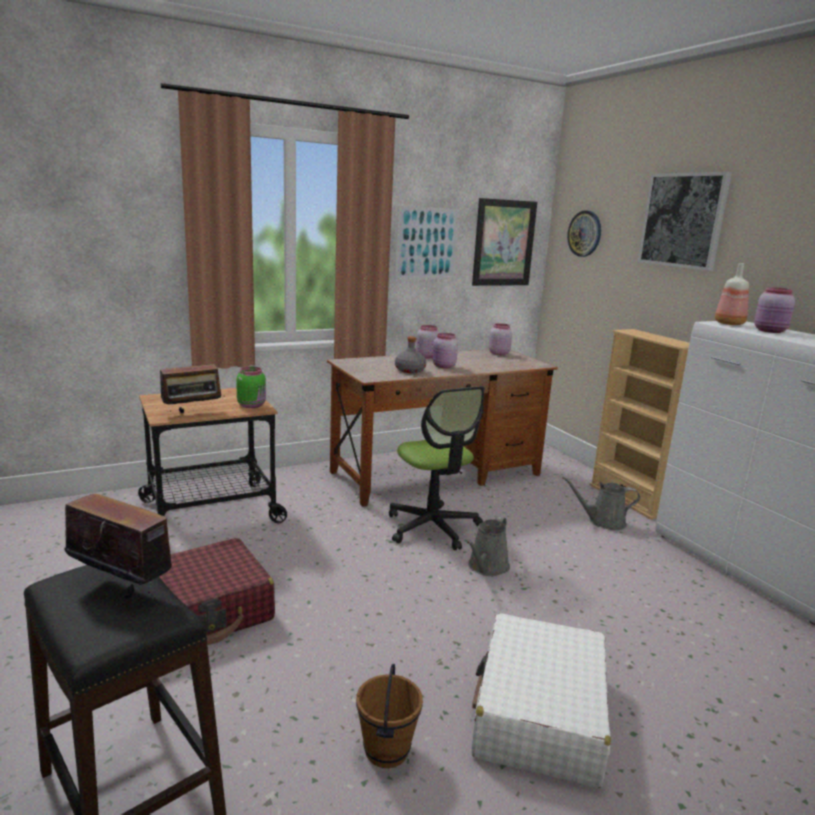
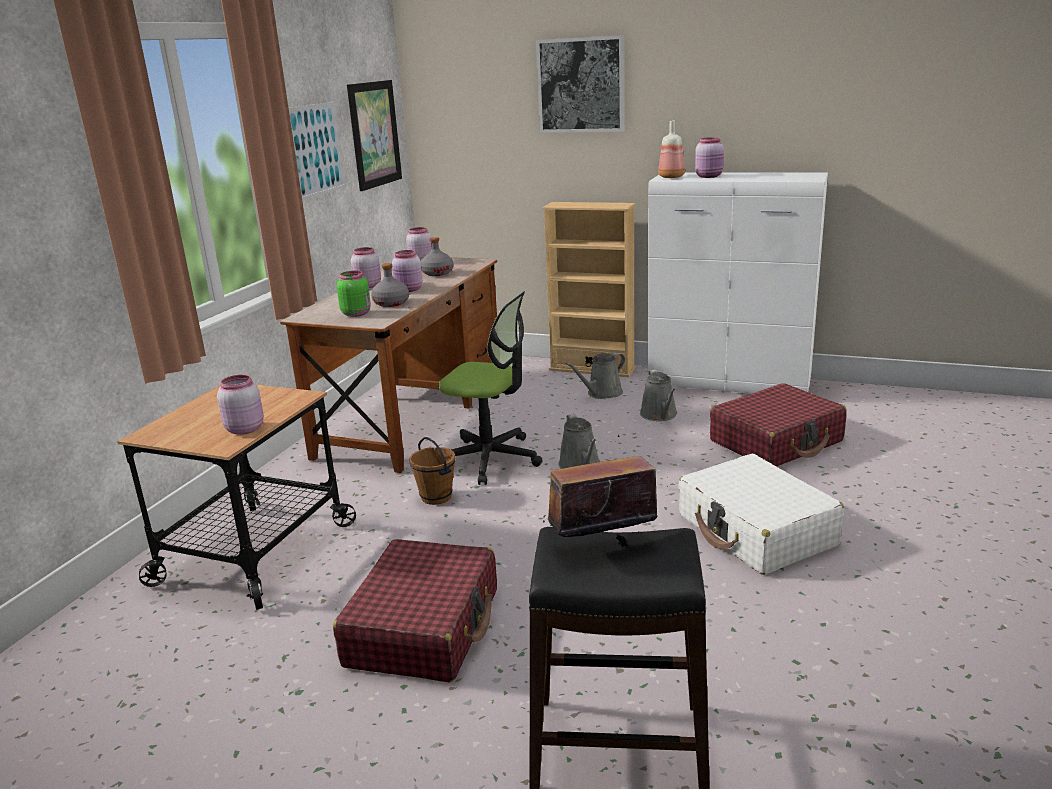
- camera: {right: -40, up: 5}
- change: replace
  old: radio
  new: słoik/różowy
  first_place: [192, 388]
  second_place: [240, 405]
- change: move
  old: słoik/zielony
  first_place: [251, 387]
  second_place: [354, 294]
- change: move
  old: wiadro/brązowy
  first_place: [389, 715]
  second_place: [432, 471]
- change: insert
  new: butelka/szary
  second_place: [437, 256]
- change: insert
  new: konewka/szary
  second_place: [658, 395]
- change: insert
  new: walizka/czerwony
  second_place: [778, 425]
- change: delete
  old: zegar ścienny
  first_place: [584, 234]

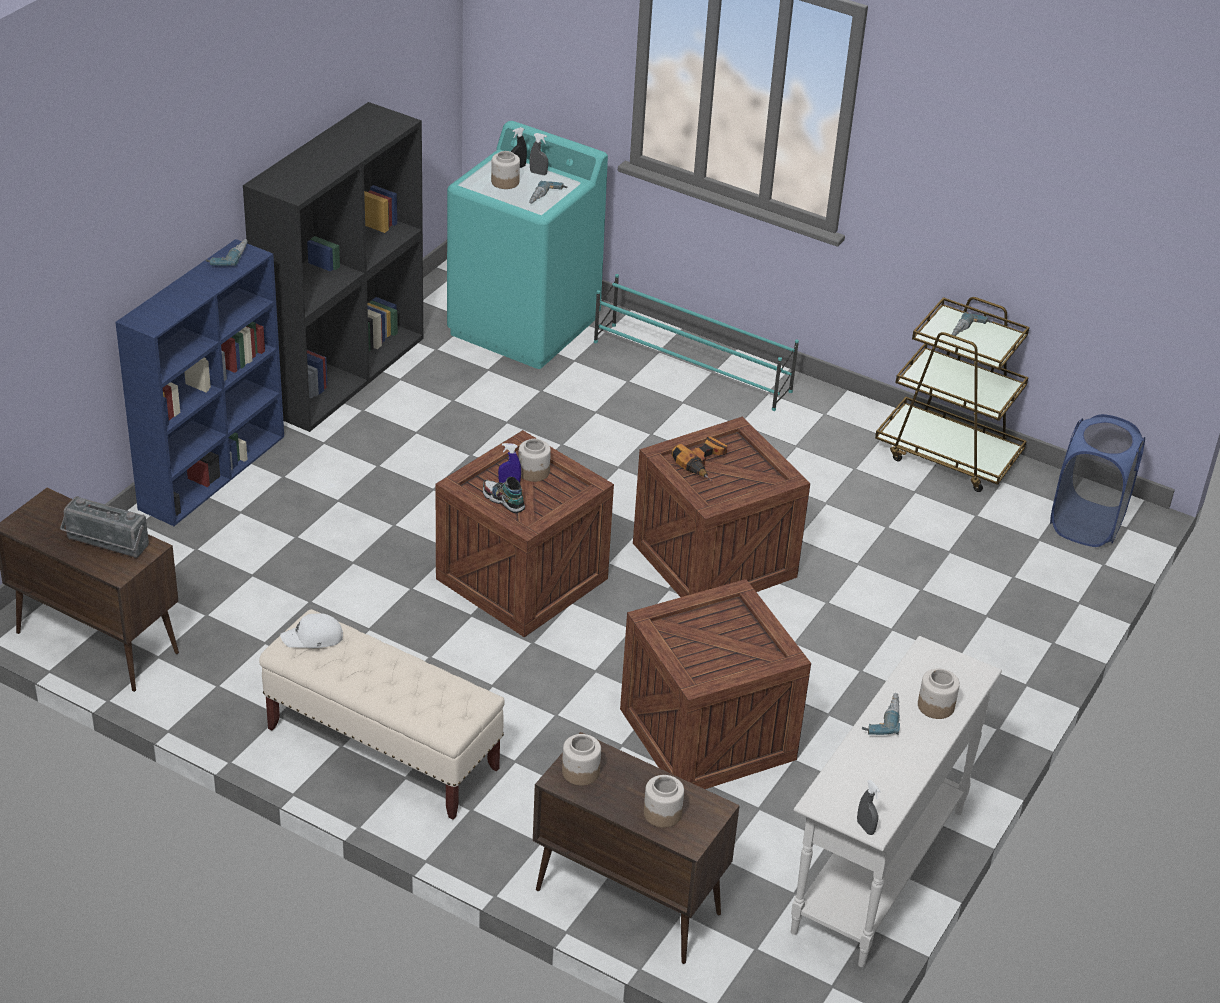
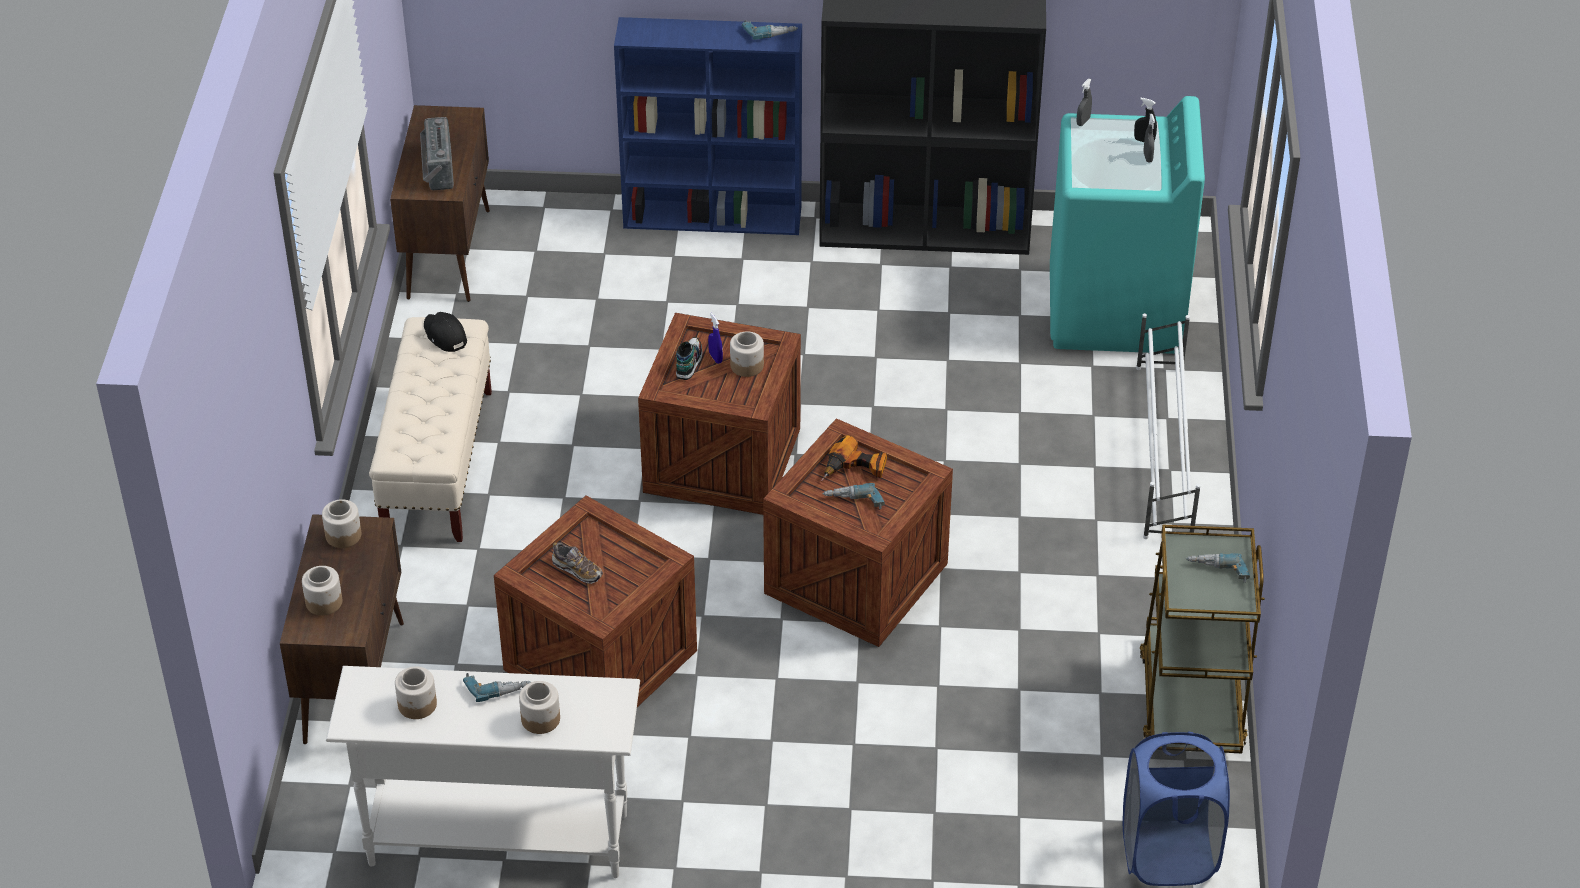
- camera: {right: 65, up: 5}
- change: move
  old: słoik
  first_place: [505, 170]
  second_place: [416, 692]
- change: recolor
  old: czapka z daszkiem/biały
  new: czapka z daszkiem/czarny
  first_place: [311, 630]
  second_place: [445, 332]
- change: insert
  new: but
  second_place: [577, 563]
- change: move
  old: wiertarka
  first_place: [548, 192]
  second_place: [854, 496]
- change: move
  old: spryskiwacz/szary
  first_place: [869, 807]
  second_place: [1084, 102]
- change: recolor
  old: regał na buty/turkusowy
  new: regał na buty/biały
  first_place: [696, 342]
  second_place: [1168, 426]

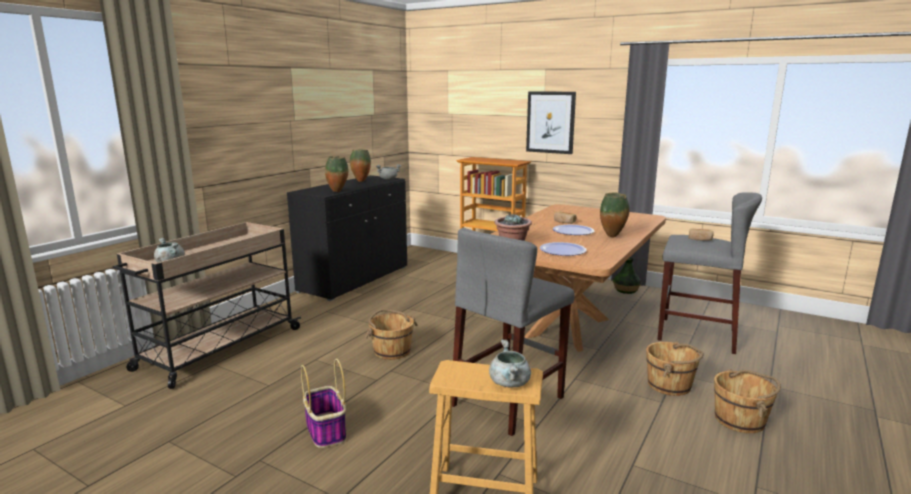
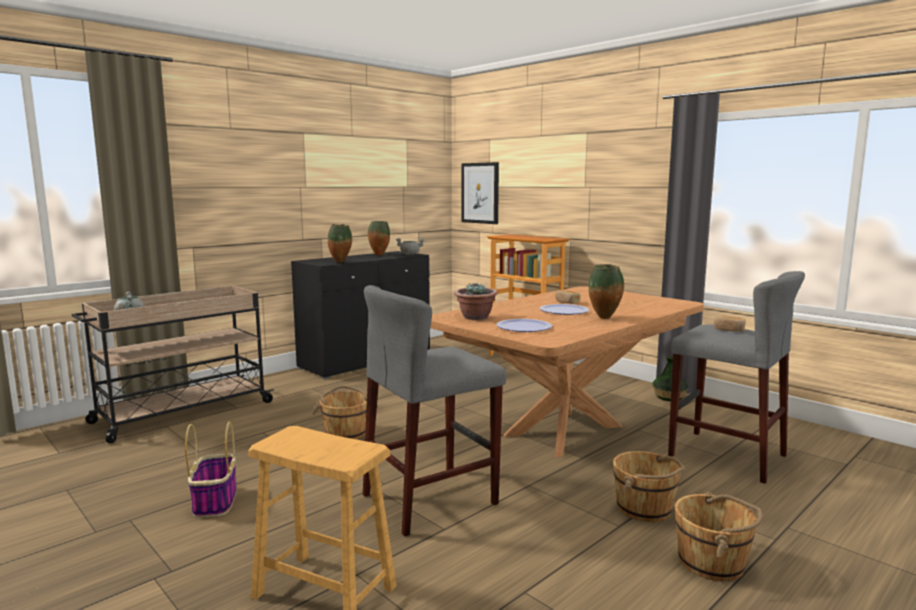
- camera: {right: 15, up: -5}
- change: move
  old: obraz
  first_place: [551, 122]
  second_place: [480, 193]
- change: delete
  old: garnek/szary
  first_place: [510, 363]

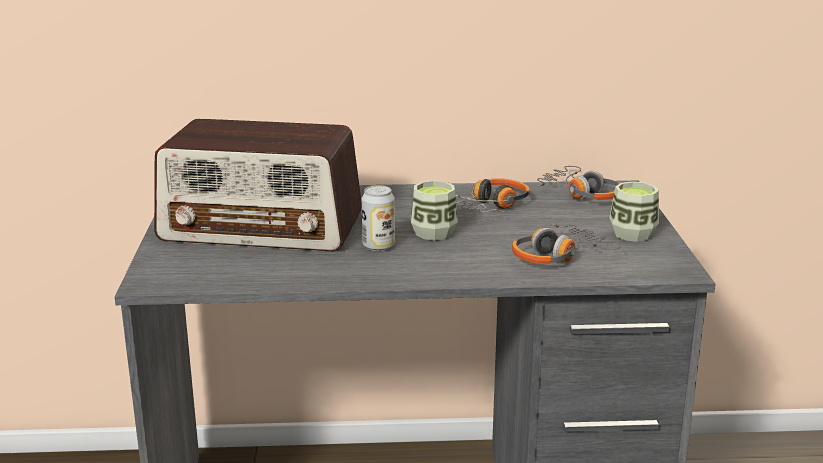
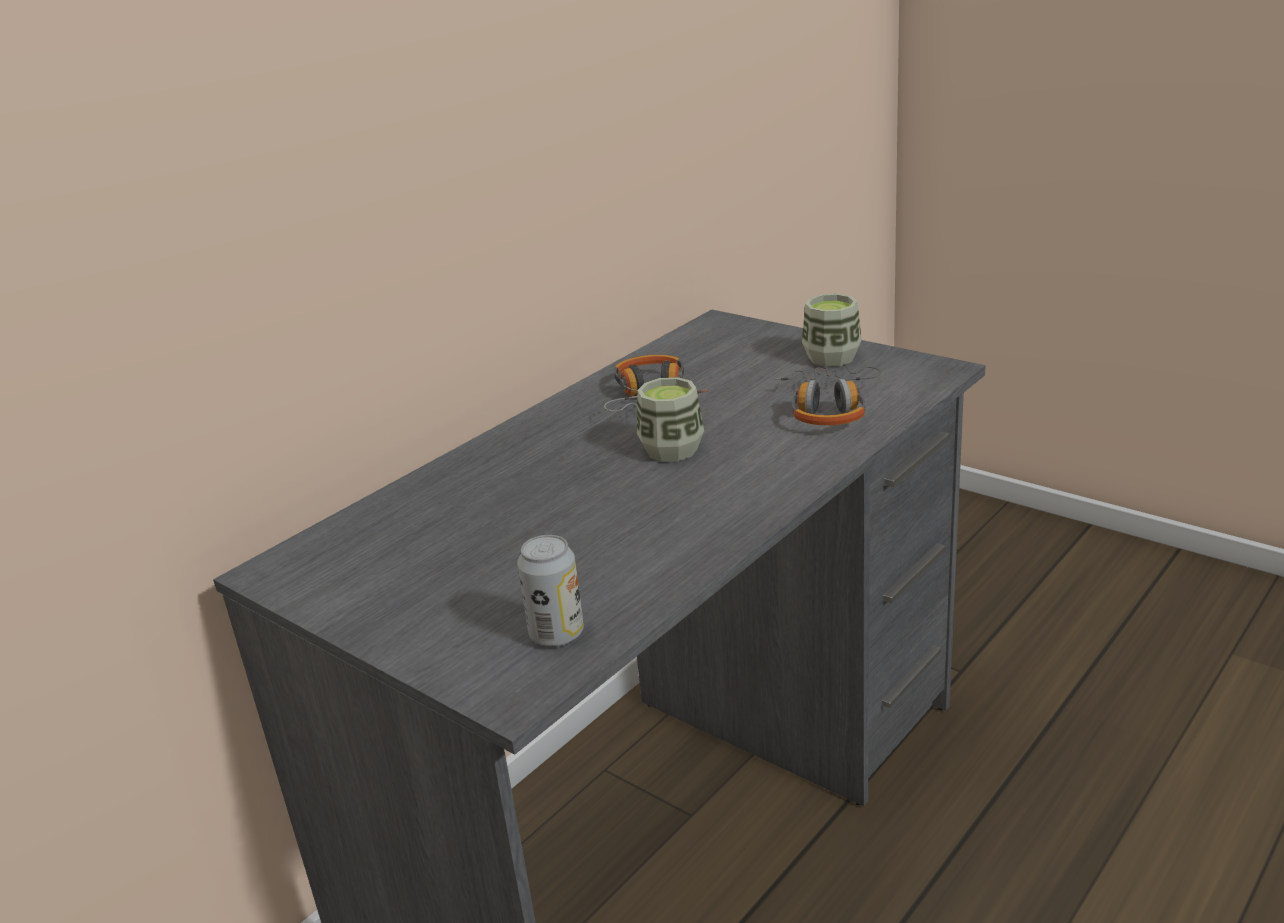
- camera: {right: -45, up: 5}
- change: move
  old: puszka
  first_place: [378, 218]
  second_place: [550, 591]
- change: delete
  old: radio
  first_place: [258, 185]
- change: delete
  old: słuchawki
  first_place: [579, 183]

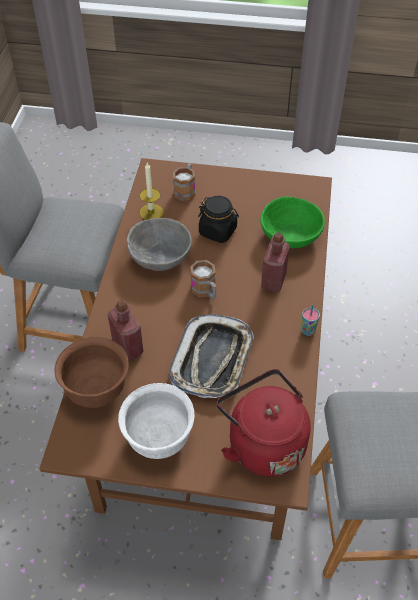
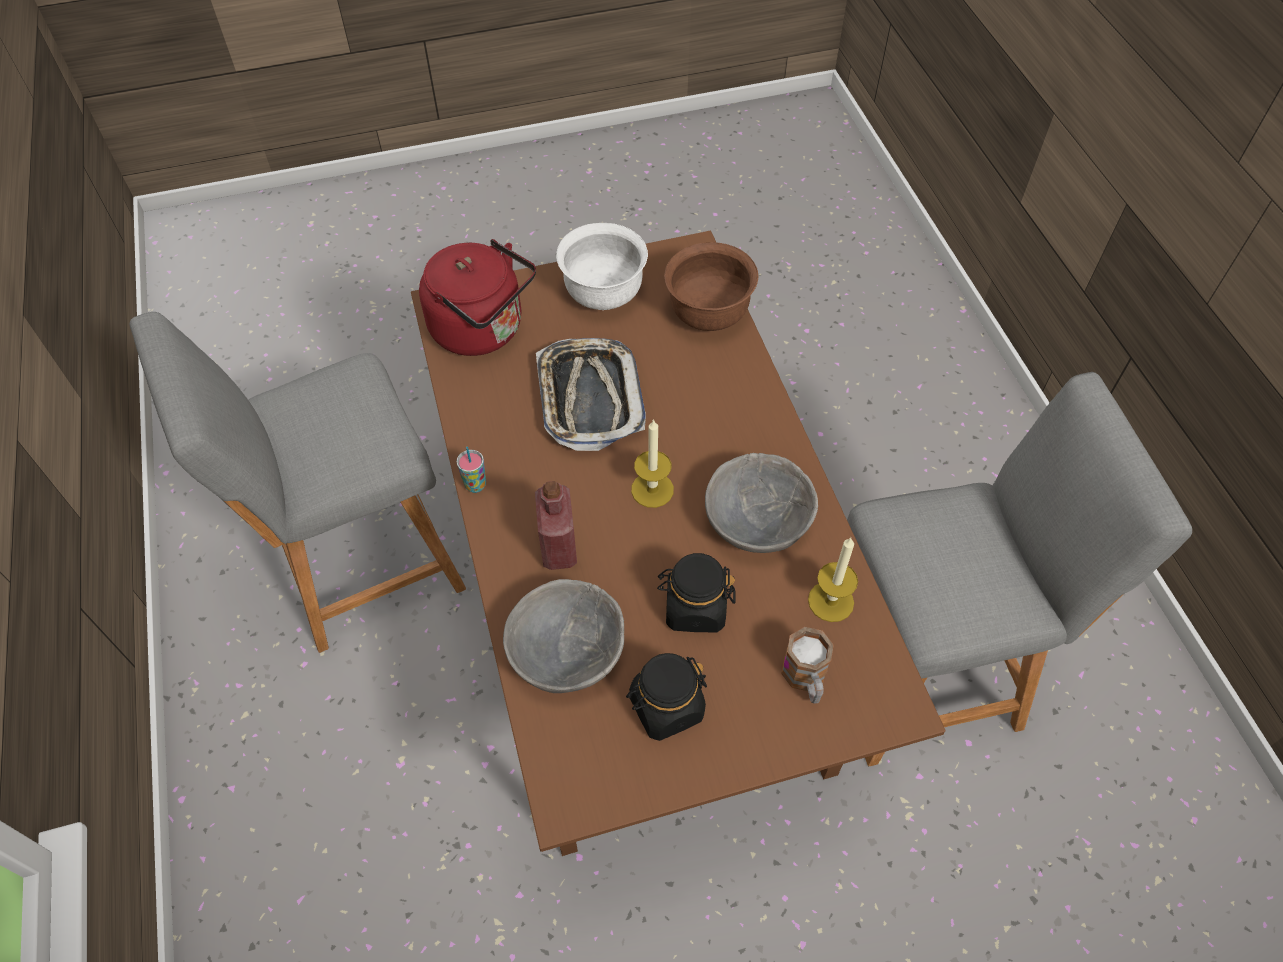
- camera: {right: 155, up: 5}
- change: recolor
  old: miska/zielony
  new: miska/szary
  first_place: [292, 222]
  second_place: [563, 636]
- change: insert
  new: słoik/czarny
  second_place: [666, 697]
- change: replace
  old: kubek
  new: świeca
  first_place: [204, 280]
  second_place: [652, 463]
- change: delete
  old: butelka/czerwony
  first_place: [125, 330]

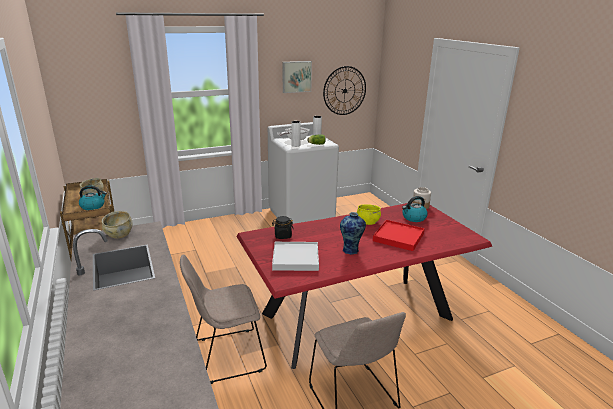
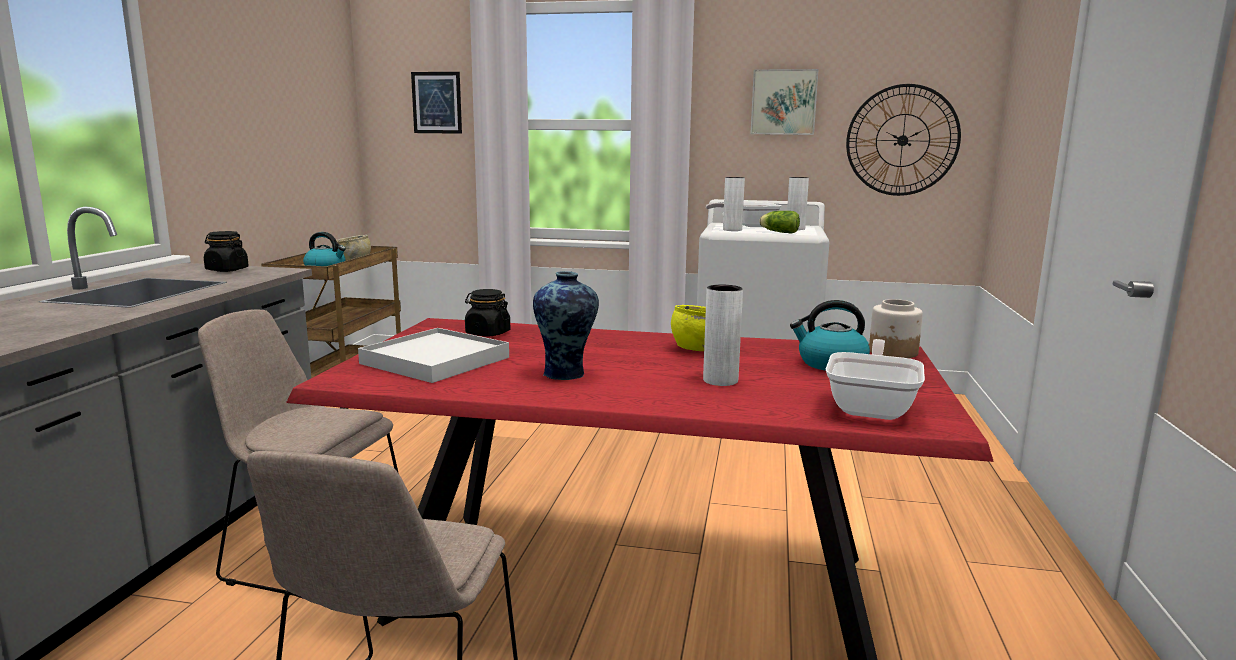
- camera: {right: 35, up: -10}
- change: replace
  old: miska/beżowy
  new: słoik/czarny
  first_place: [117, 225]
  second_place: [226, 251]
- change: insert
  new: obraz
  second_place: [436, 103]
- change: replace
  old: taca/czerwony
  new: wazon/biały
  first_place: [399, 235]
  second_place: [723, 335]
- change: insert
  new: patelnia
  second_place: [875, 379]

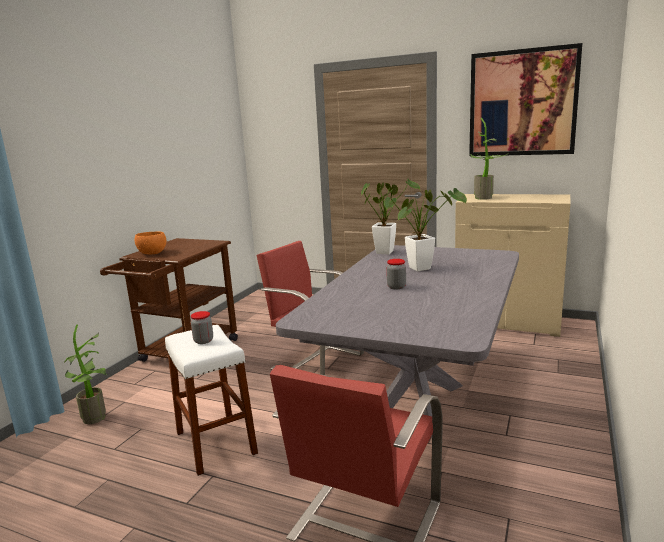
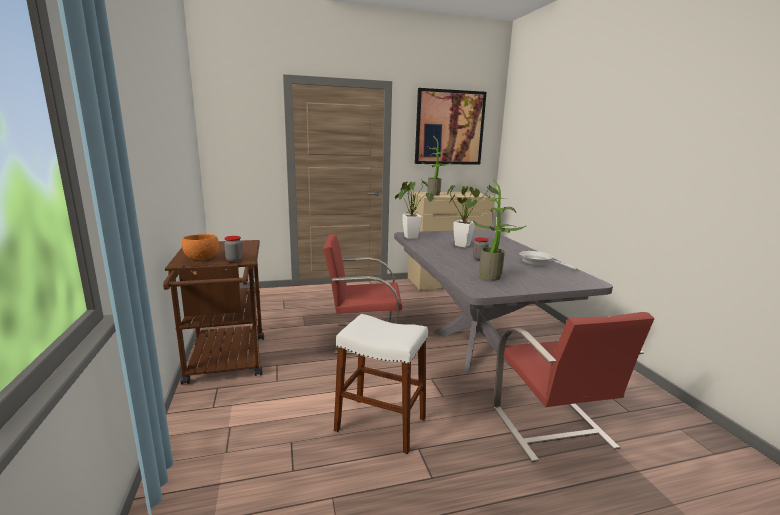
- camera: {right: -40, up: 0}
- change: move
  old: słoik
  first_place: [202, 327]
  second_place: [233, 249]
- change: move
  old: roślina doniczkowa
  first_place: [85, 374]
  second_place: [499, 229]
- change: insert
  new: patelnia/biały
  second_place: [548, 260]

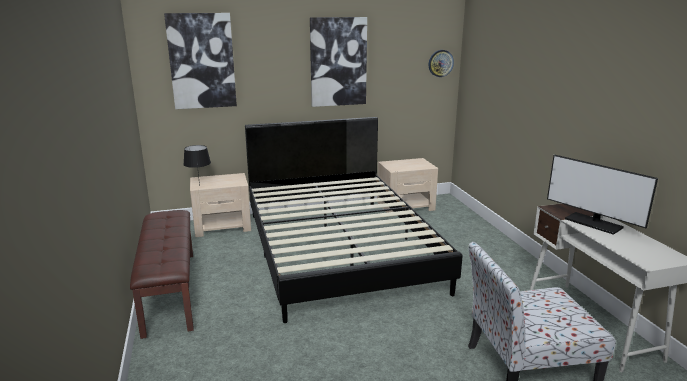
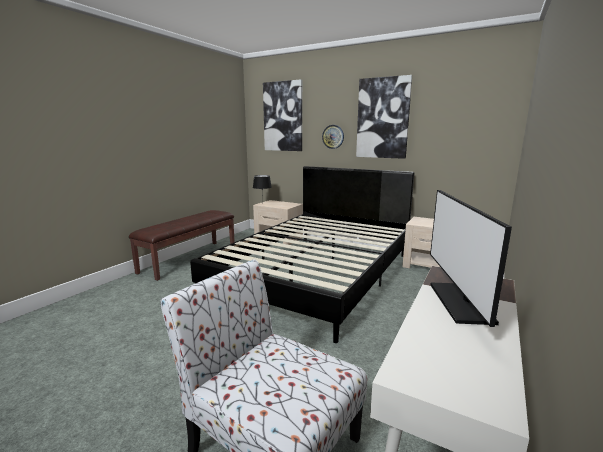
- camera: {right: 45, up: -5}
- change: move
  old: zegar ścienny
  first_place: [441, 63]
  second_place: [333, 137]

